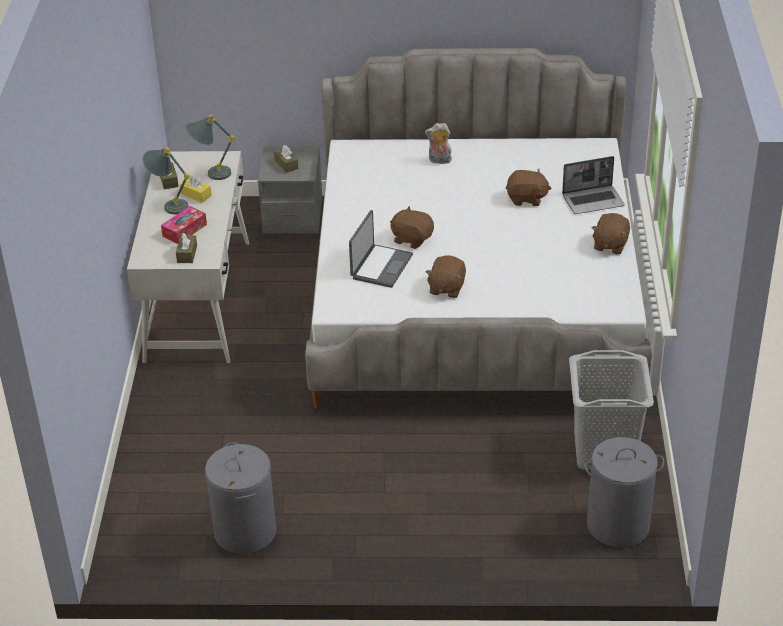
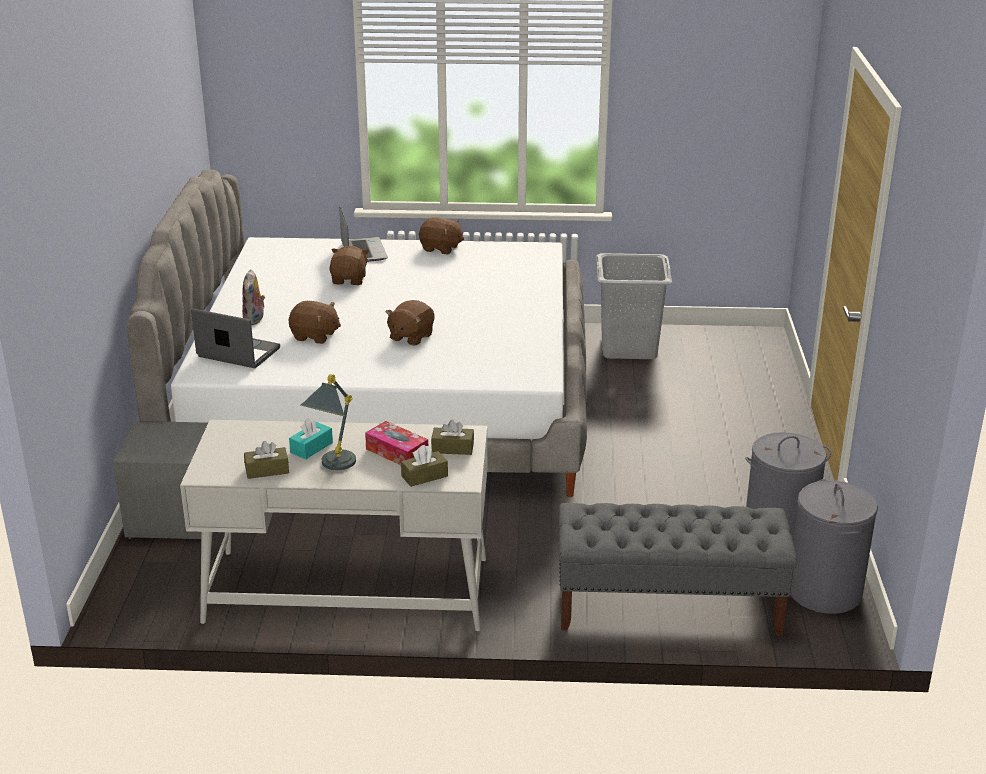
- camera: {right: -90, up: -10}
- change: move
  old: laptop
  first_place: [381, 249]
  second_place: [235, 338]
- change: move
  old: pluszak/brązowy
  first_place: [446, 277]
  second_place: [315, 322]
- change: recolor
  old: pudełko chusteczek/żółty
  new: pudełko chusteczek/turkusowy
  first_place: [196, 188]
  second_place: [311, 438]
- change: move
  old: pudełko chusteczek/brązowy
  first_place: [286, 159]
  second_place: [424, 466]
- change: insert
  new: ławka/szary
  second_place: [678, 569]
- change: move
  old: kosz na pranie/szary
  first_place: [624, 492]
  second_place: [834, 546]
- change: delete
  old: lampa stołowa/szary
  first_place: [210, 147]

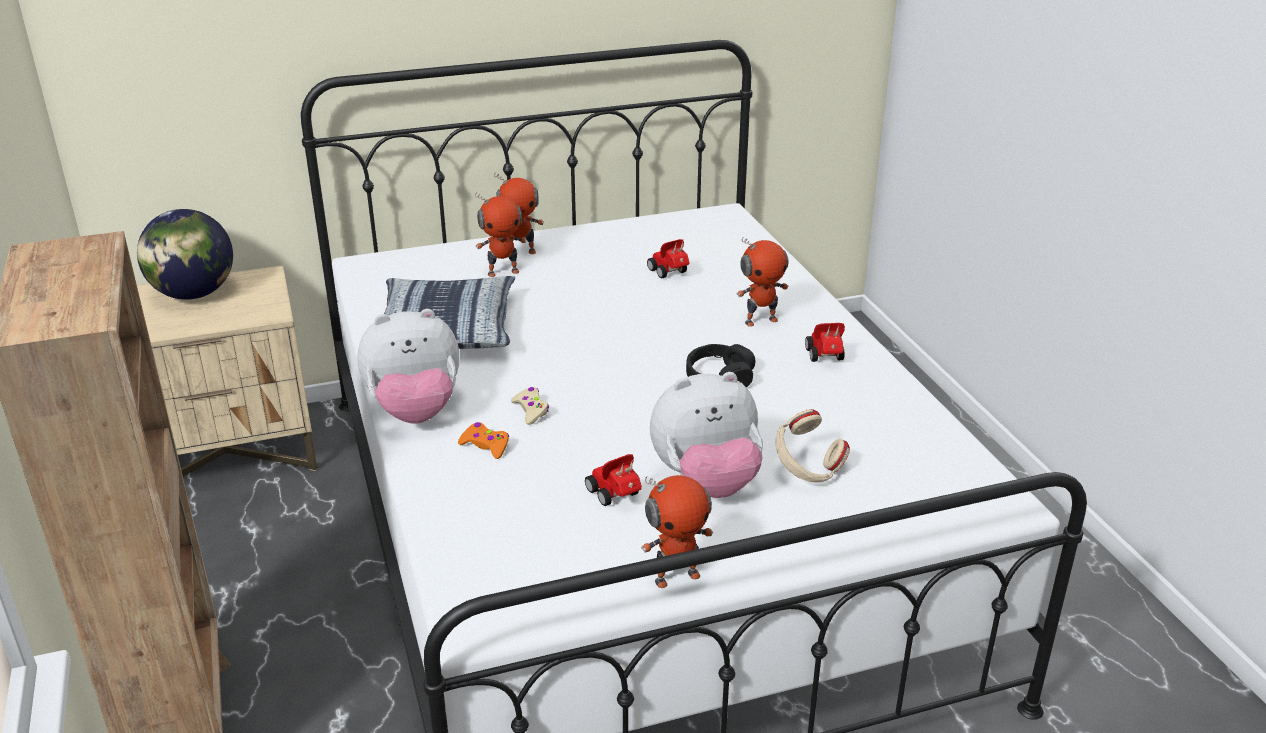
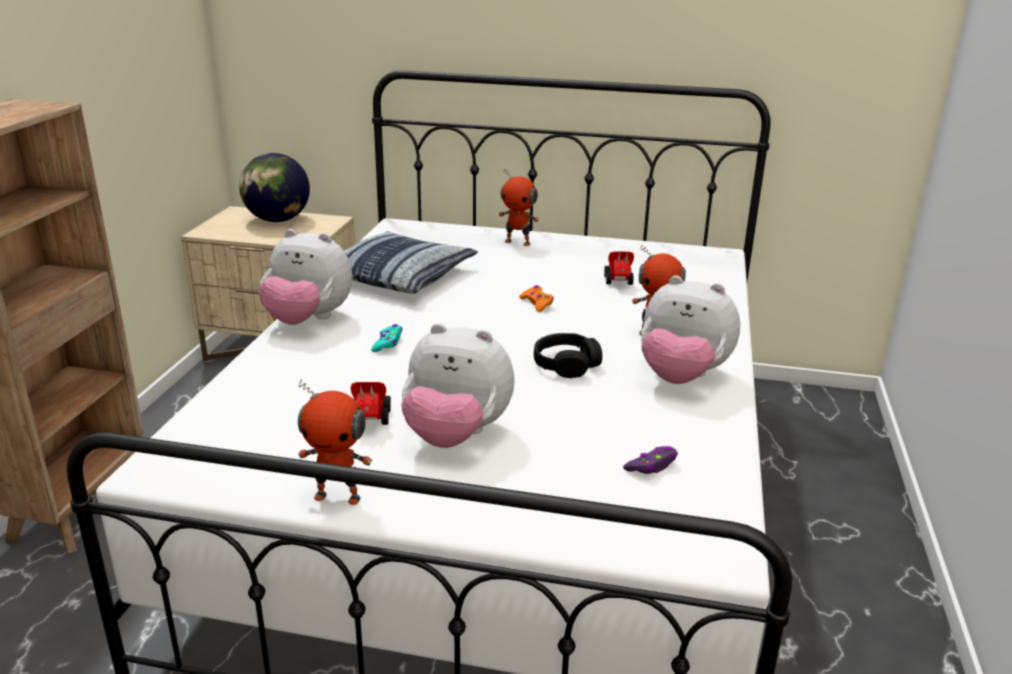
- camera: {right: 30, up: -5}
- change: recolor
  old: pad do gier/beżowy
  new: pad do gier/turkusowy
  first_place: [530, 406]
  second_place: [386, 338]
- change: move
  old: pad do gier/pomarańczowy
  first_place: [483, 440]
  second_place: [536, 298]
- change: insert
  new: pad do gier/fioletowy
  second_place: [650, 460]
- change: replace
  old: samochodzik
  new: pluszak
  first_place: [825, 342]
  second_place: [690, 330]
- change: delete
  old: robot zabawkowy
  first_place: [501, 234]
- change: delete
  old: słuchawki/beżowy
  first_place: [813, 445]

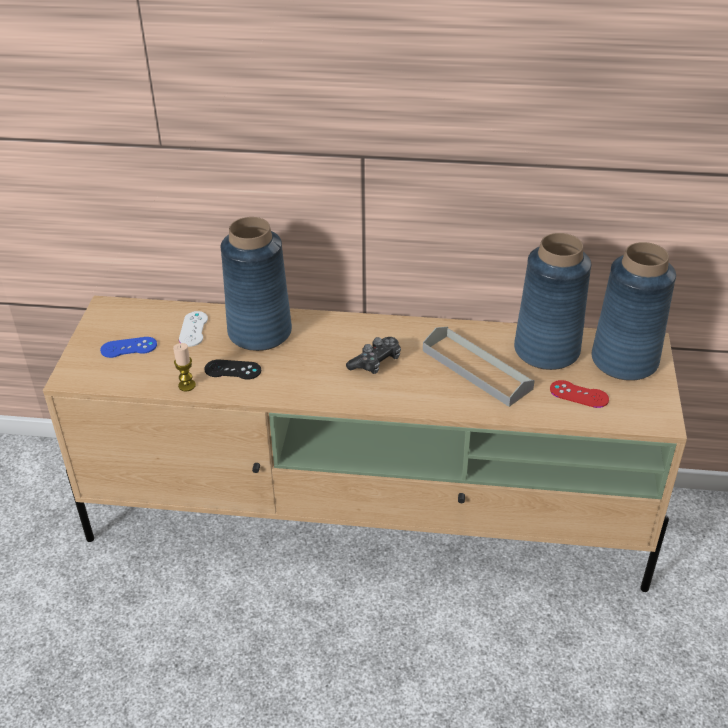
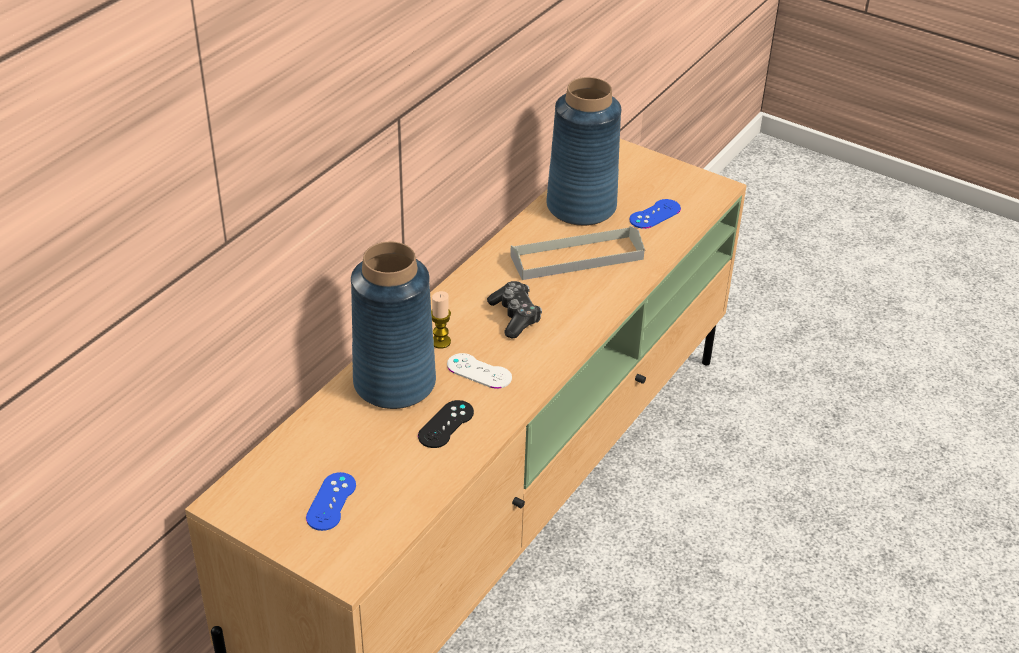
- camera: {right: -65, up: 0}
- change: move
  old: świeca
  first_place: [184, 367]
  second_place: [441, 320]
- change: move
  old: pad do gier/biały
  first_place: [193, 329]
  second_place: [479, 371]
- change: recolor
  old: pad do gier/czerwony
  new: pad do gier/niebieski
  first_place: [579, 394]
  second_place: [655, 214]
- change: delete
  old: wazon/niebieski
  first_place: [634, 311]

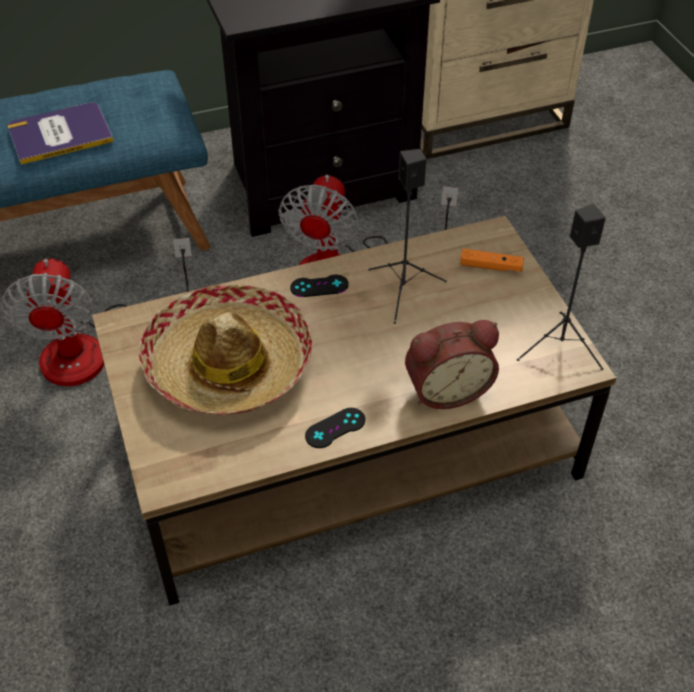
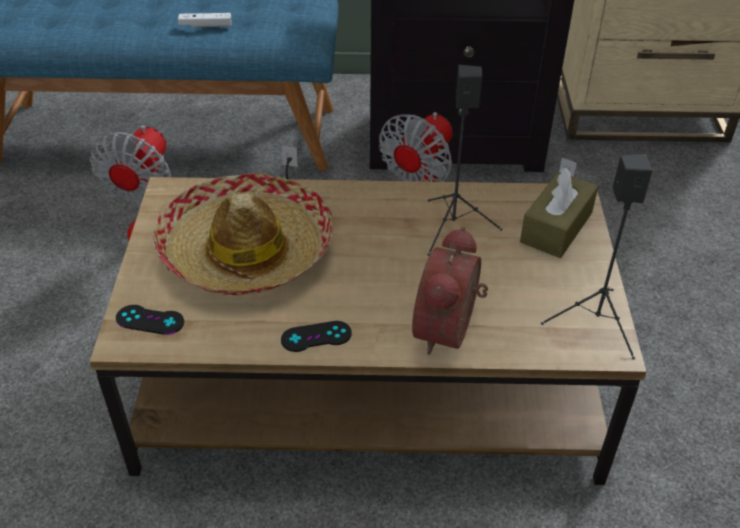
- camera: {right: 20, up: -5}
- change: move
  old: pad do gier/czarny
  first_place: [319, 286]
  second_place: [150, 320]
- change: replace
  old: książka
  new: pad do gier/biały
  first_place: [61, 133]
  second_place: [205, 20]
- change: rotate
  old: budzik
  first_place: [452, 364]
  second_place: [450, 290]
  degrees: 105
- change: replace
  old: pad do gier/pomarańczowy
  new: pudełko chusteczek/brązowy
  first_place: [492, 260]
  second_place: [559, 213]

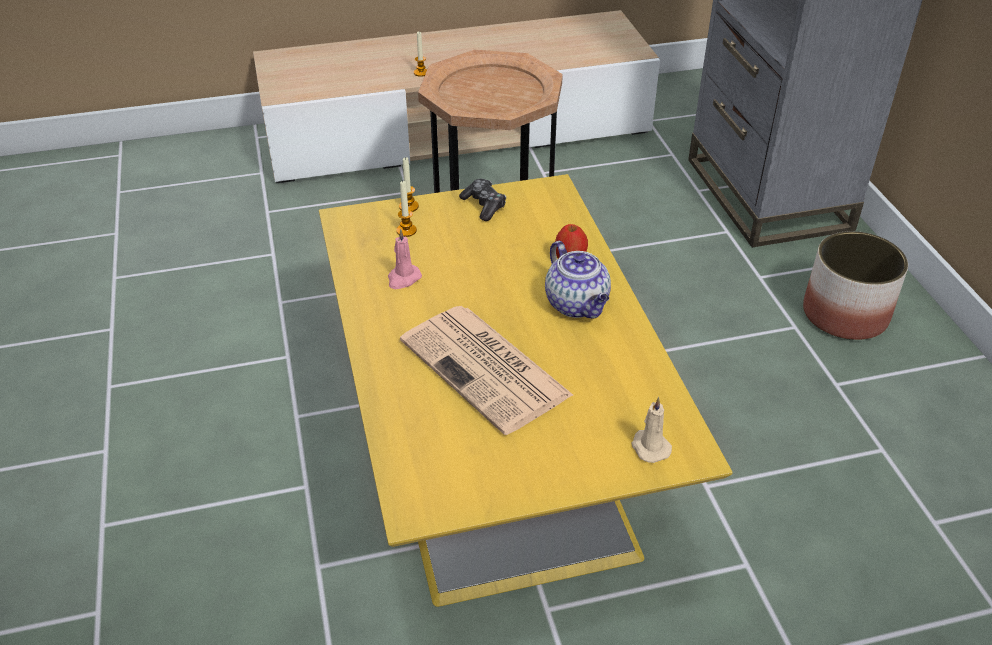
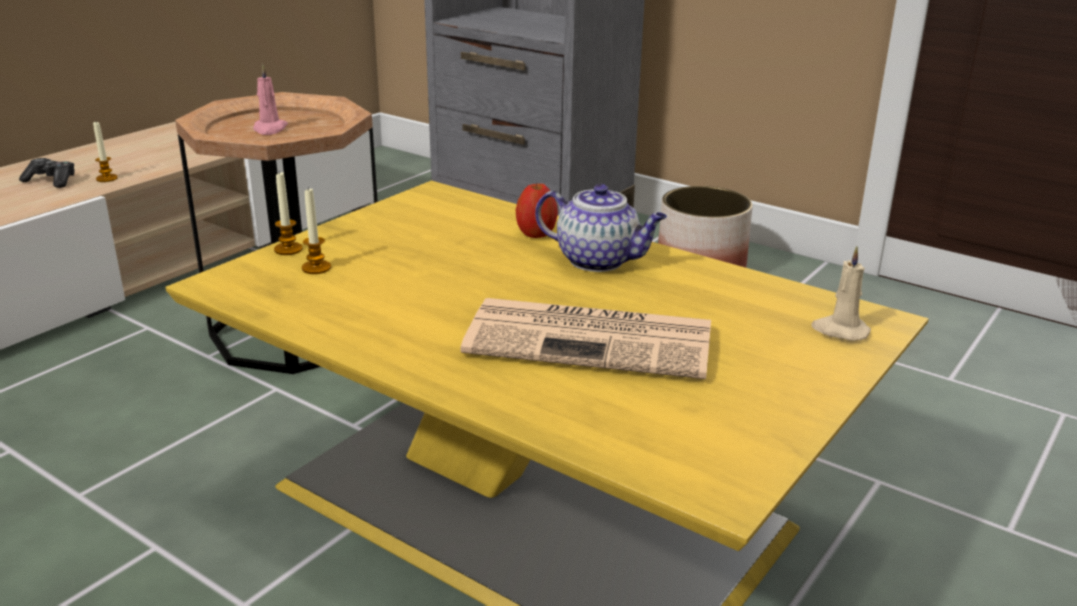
- camera: {right: -40, up: -15}
- change: move
  old: pad do gier
  first_place: [482, 200]
  second_place: [47, 173]
- change: move
  old: świeca/różowy
  first_place: [405, 259]
  second_place: [270, 99]

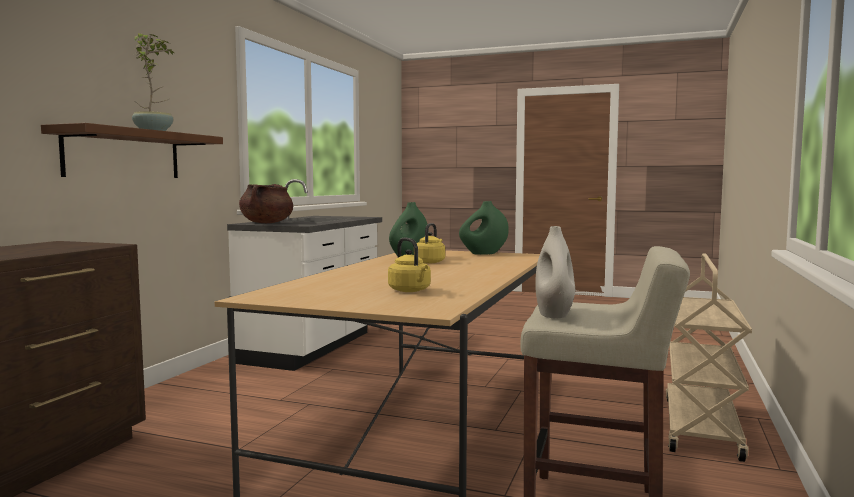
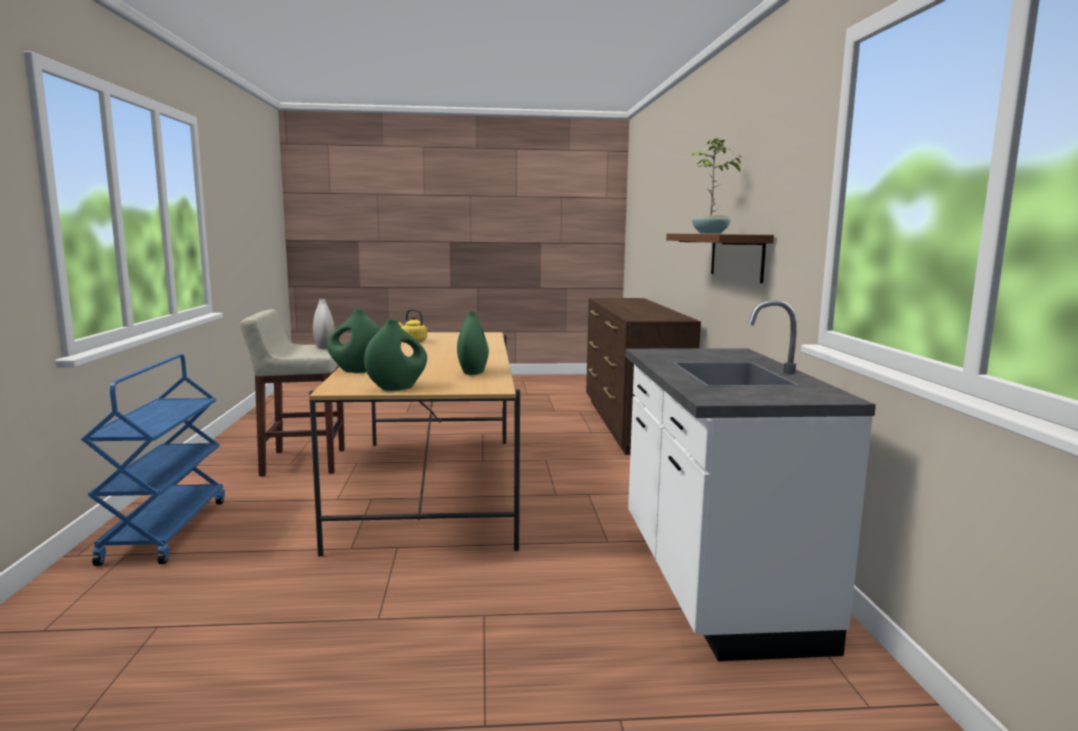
- camera: {right: 155, up: 5}
- change: recolor
  old: wózek/beżowy
  new: wózek/niebieski
  first_place: [709, 357]
  second_place: [153, 460]
- change: insert
  new: wazon/zielony
  second_place: [353, 341]
- change: delete
  old: garnek/brązowy
  first_place: [266, 203]
- change: delete
  old: czajnik/żółty
  first_place: [431, 243]

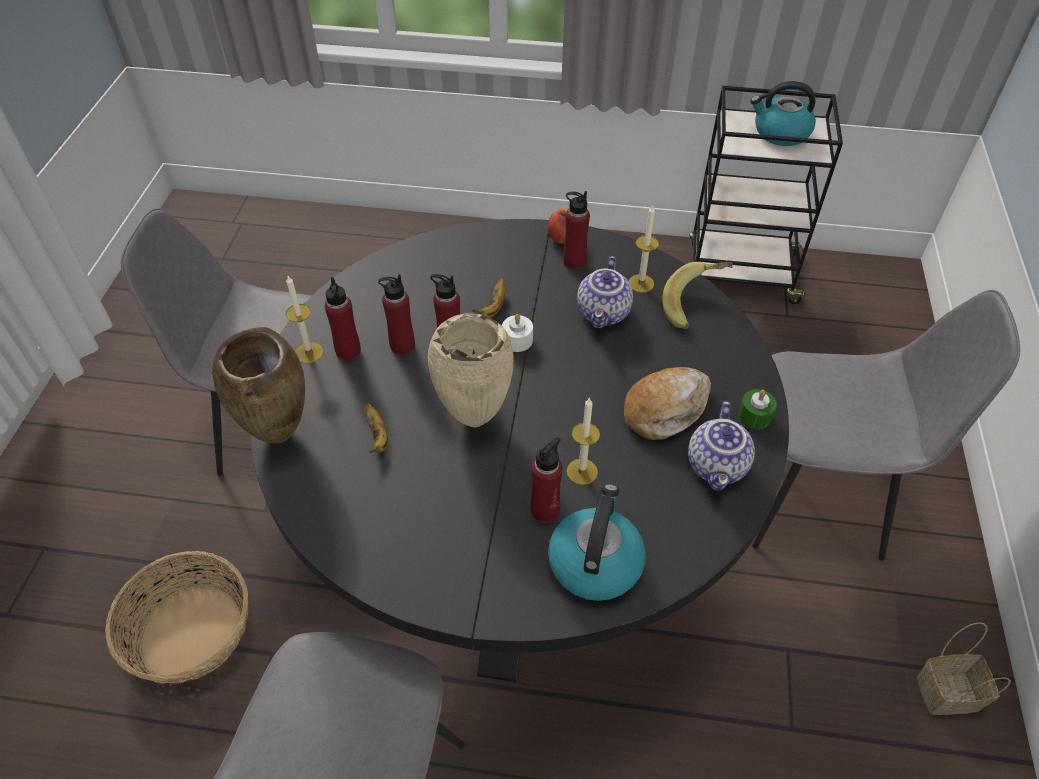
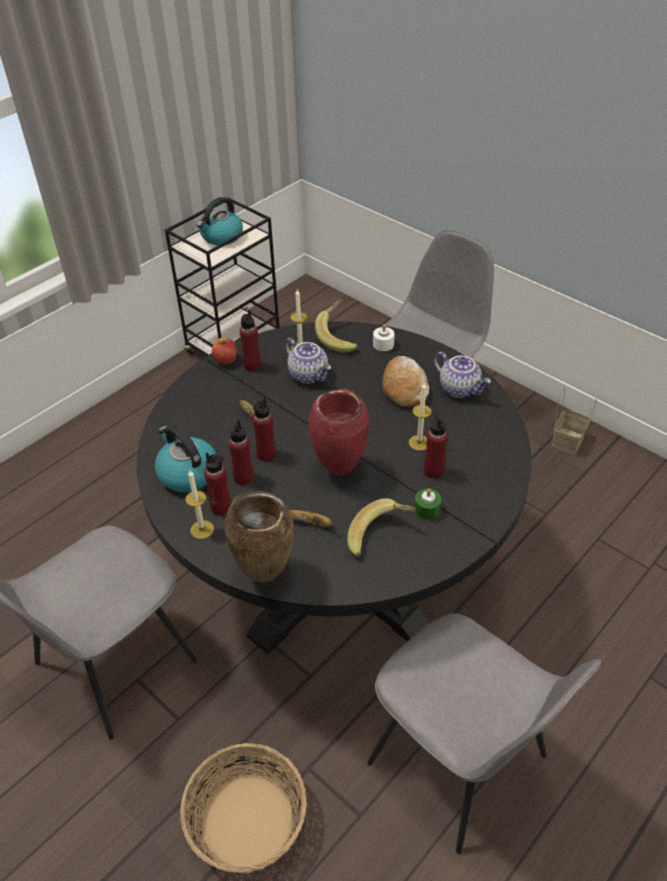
- camera: {right: -55, up: -5}
- change: move
  old: czajnik
  first_place: [597, 542]
  second_place: [185, 458]
- change: recolor
  old: wazon/beżowy
  new: wazon/czerwony
  first_place: [471, 370]
  second_place: [338, 432]
- change: insert
  new: banan
  second_place: [381, 527]
- change: move
  old: świeca/biały
  first_place: [517, 333]
  second_place: [384, 337]
- change: move
  old: świeca/zielony
  first_place: [757, 409]
  second_place: [427, 504]

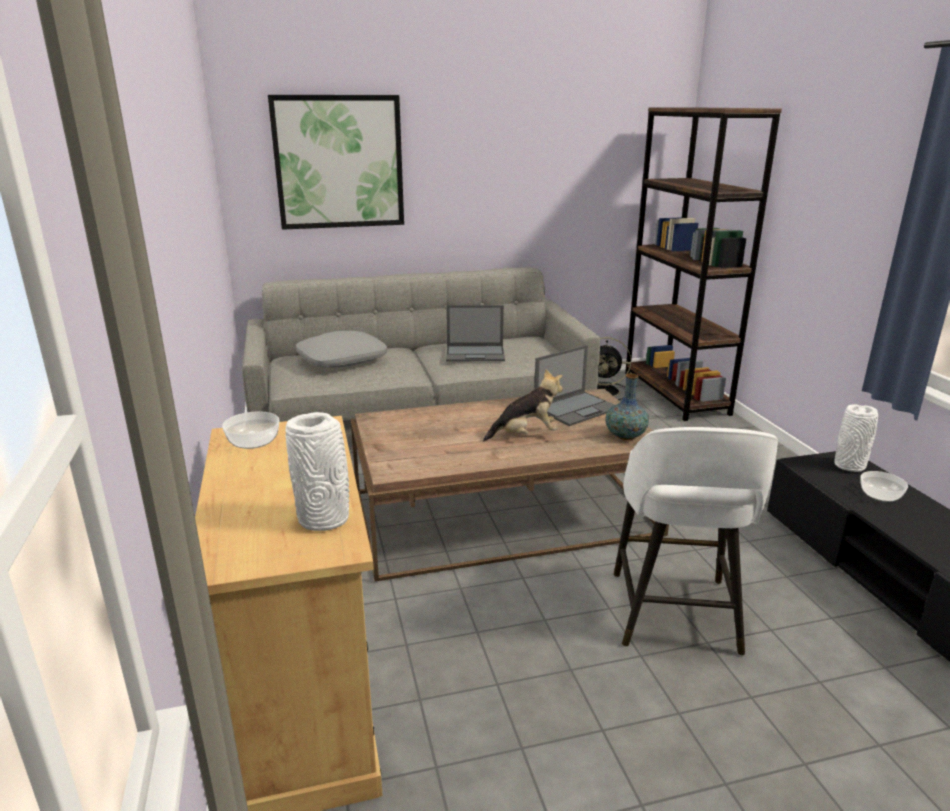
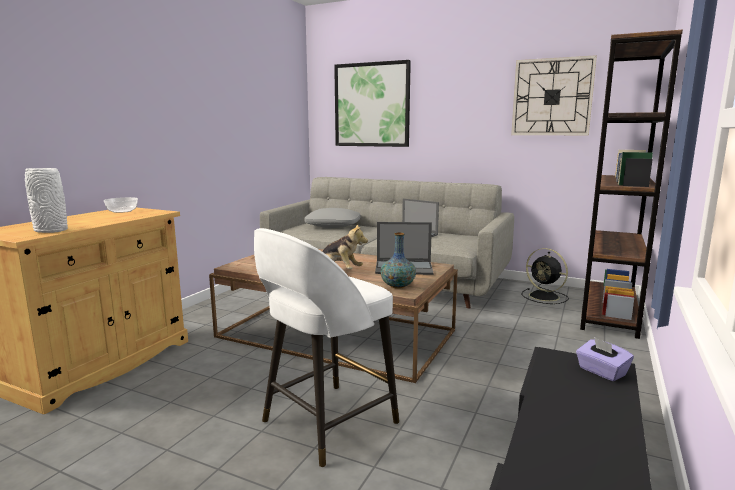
- camera: {right: 40, up: -10}
- change: insert
  new: zegar ścienny
  second_place: [554, 95]
- change: replace
  old: wazon/biały
  new: pudełko chusteczek/fioletowy
  first_place: [856, 438]
  second_place: [605, 359]
- change: delete
  old: miska
  first_place: [884, 486]

